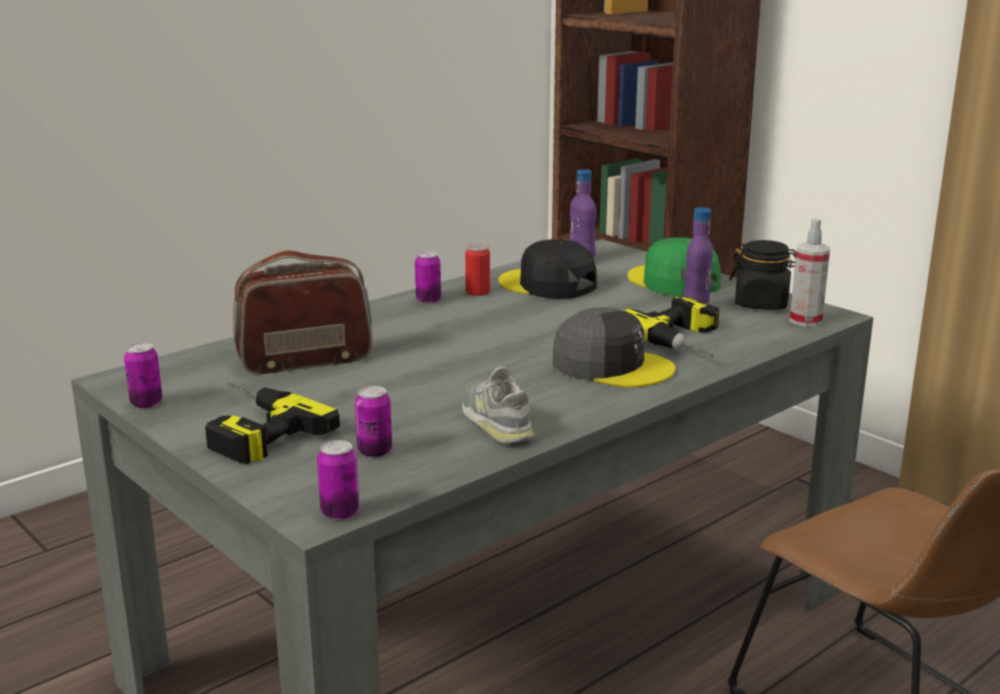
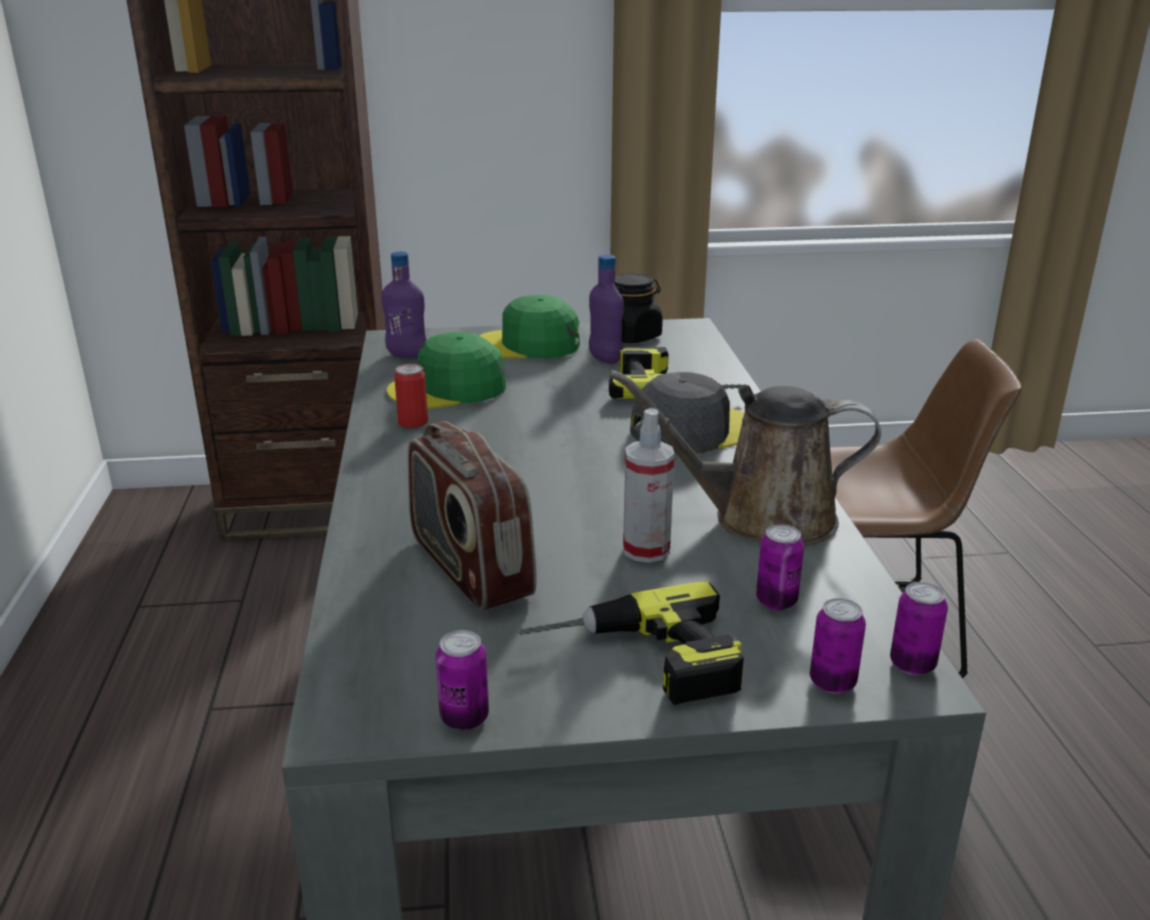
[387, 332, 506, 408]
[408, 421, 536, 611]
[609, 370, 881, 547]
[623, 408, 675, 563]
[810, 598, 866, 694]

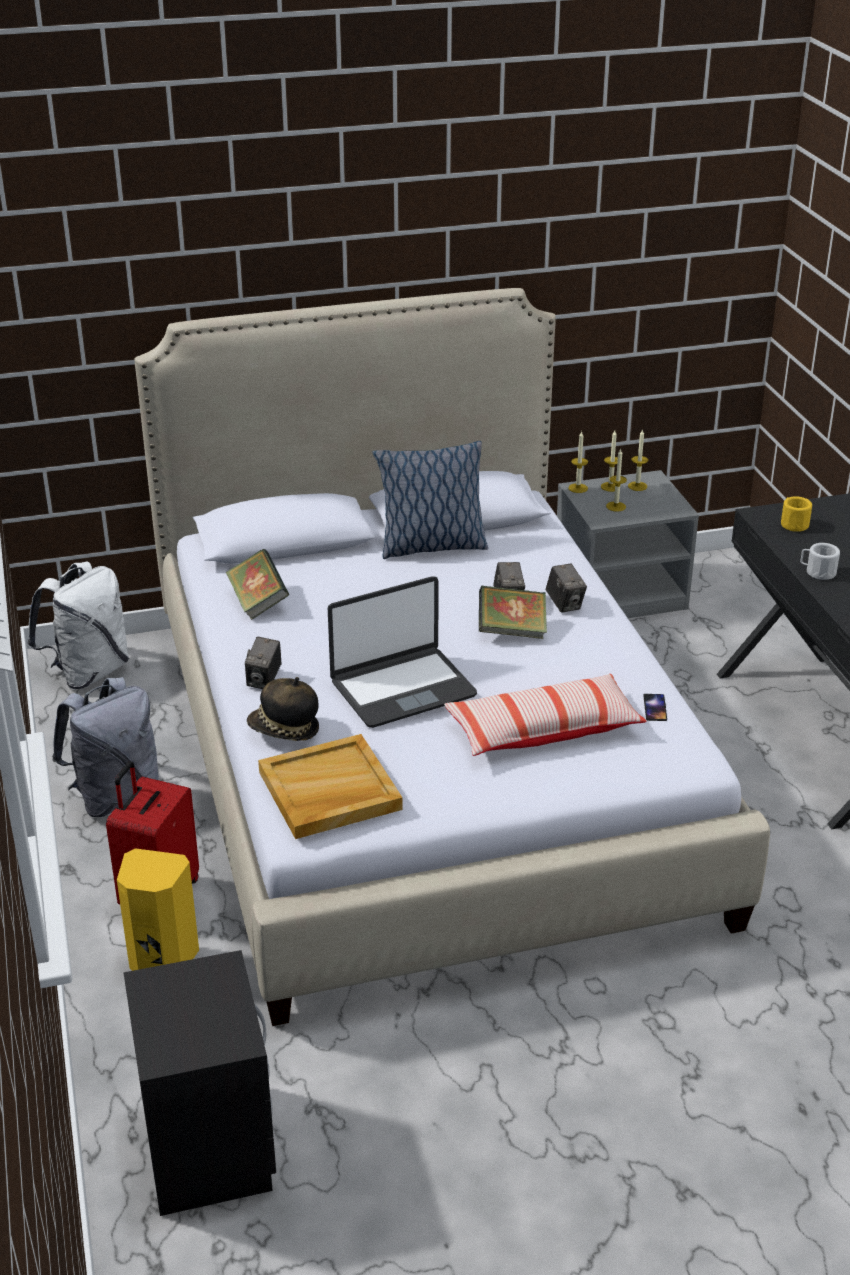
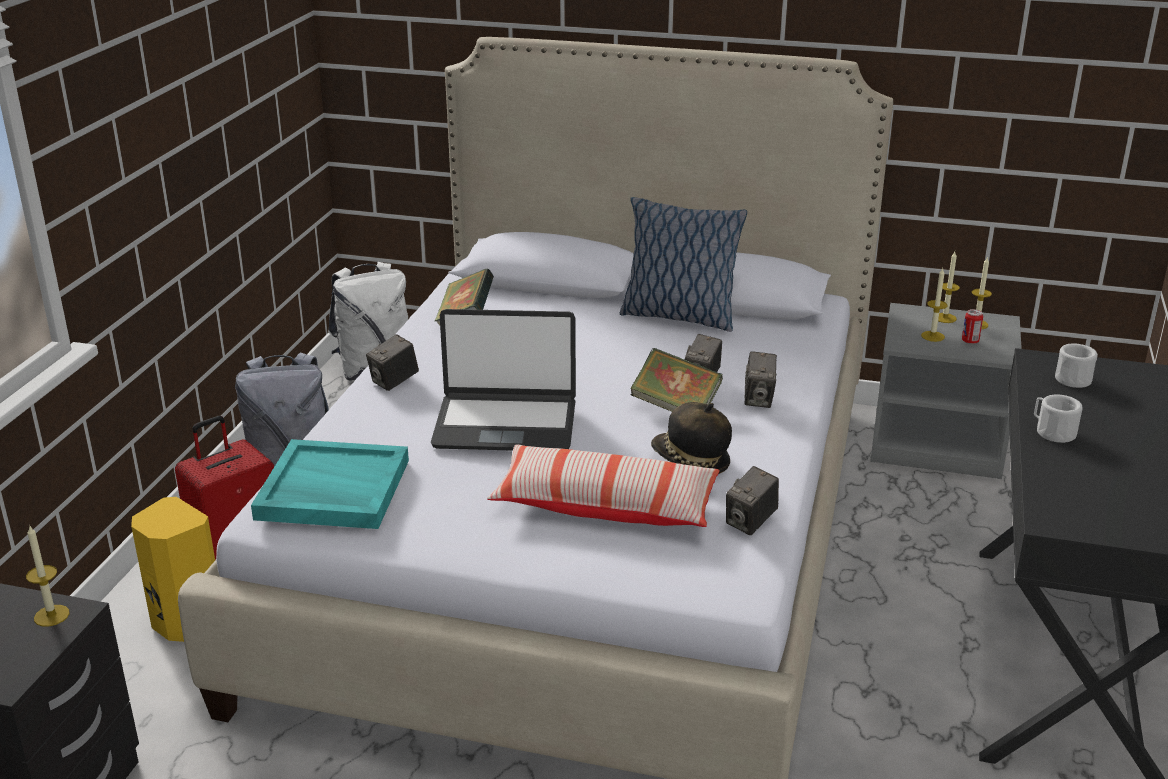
[26, 525, 70, 627]
[251, 439, 409, 529]
[651, 402, 732, 474]
[726, 466, 779, 536]
[962, 309, 983, 344]
[1055, 344, 1098, 388]

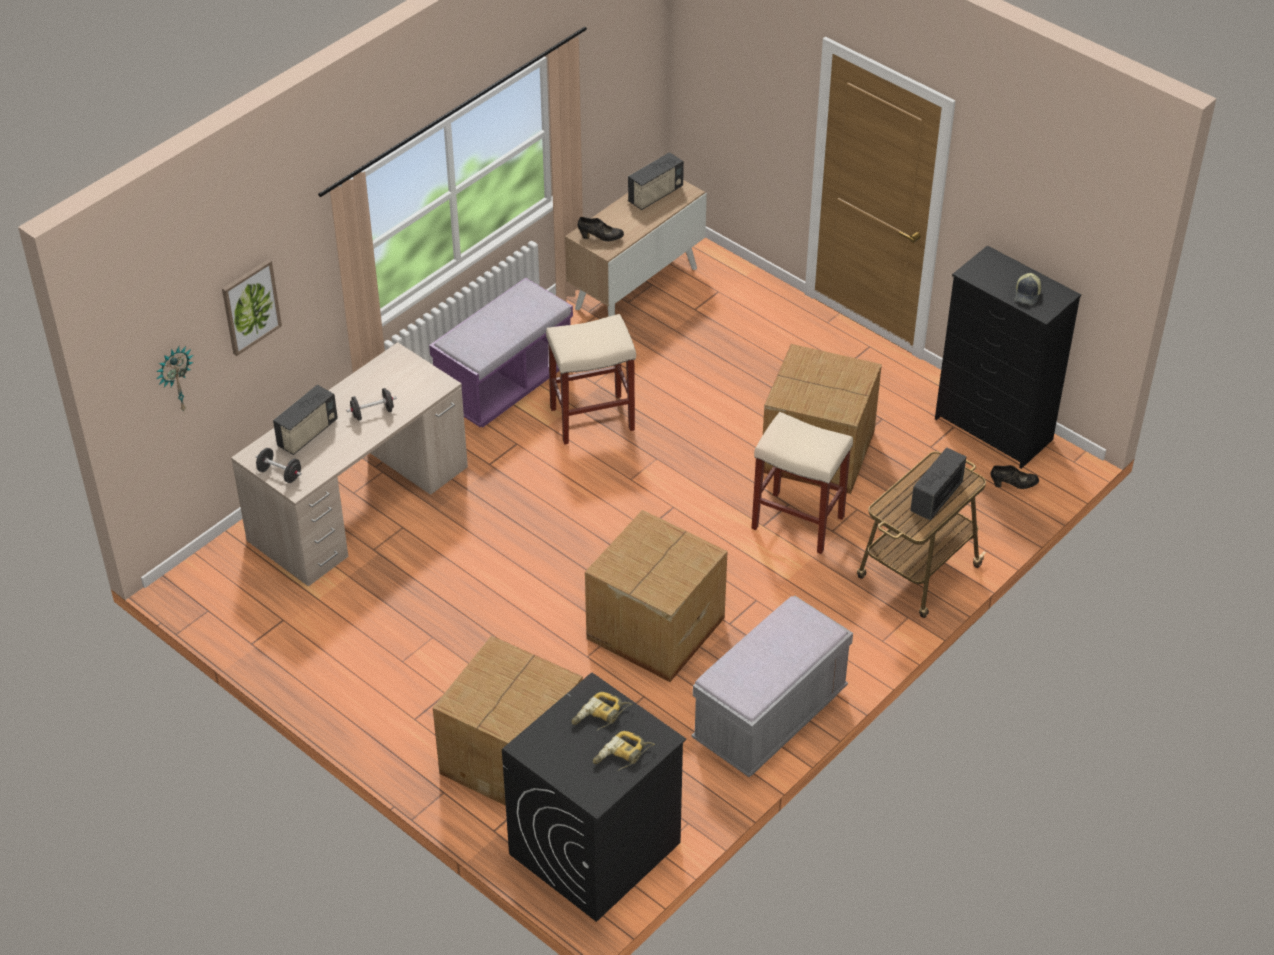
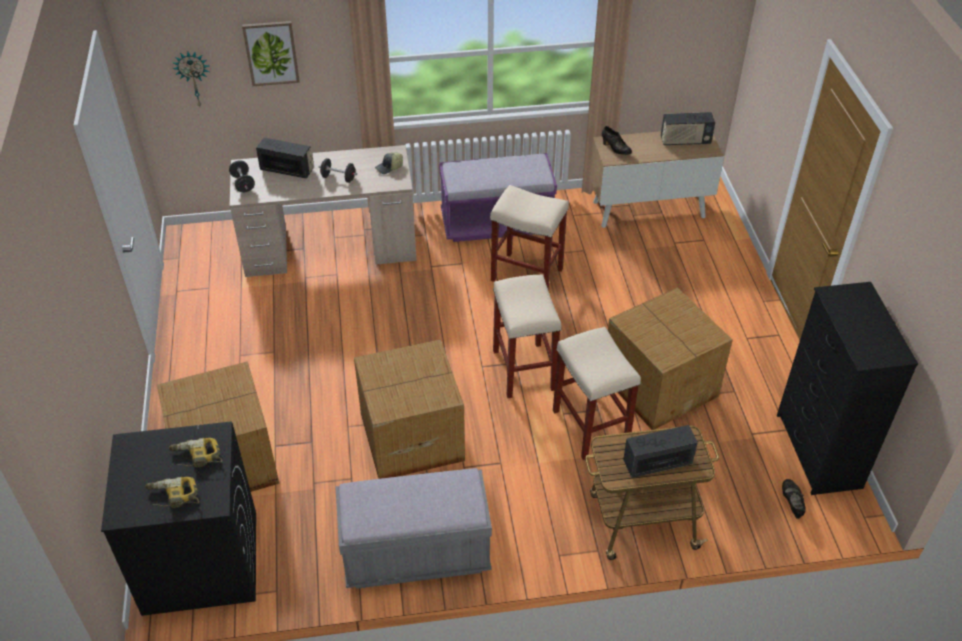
[256, 138, 314, 179]
[375, 153, 403, 174]
[493, 274, 562, 398]
[782, 479, 806, 519]

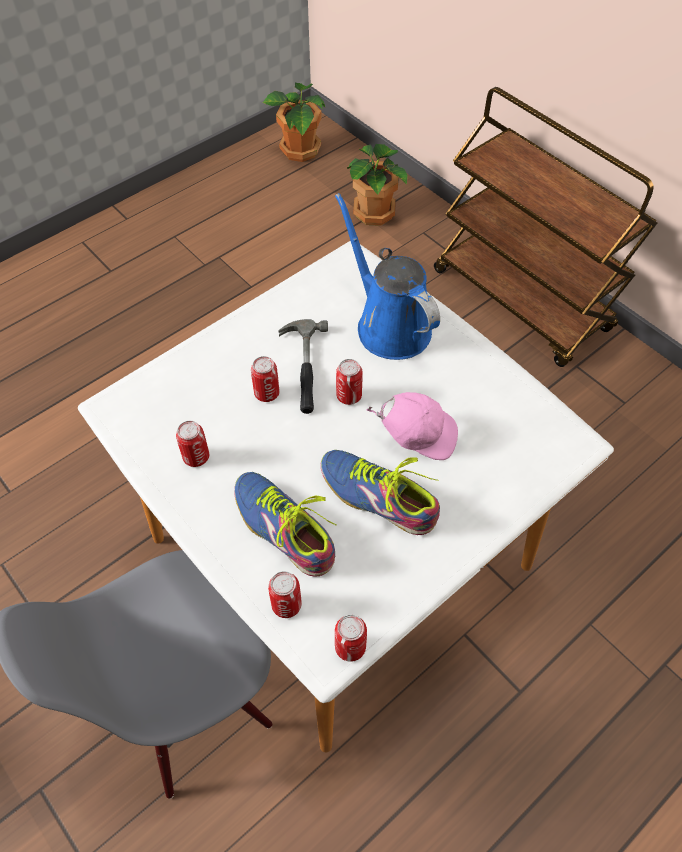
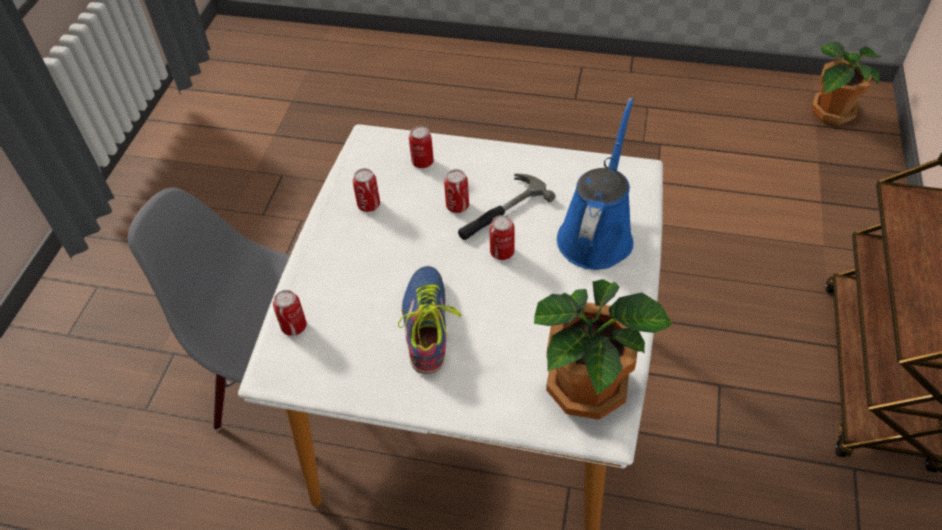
[409, 126, 434, 168]
[534, 279, 672, 419]
[234, 472, 336, 577] (first image)
[366, 392, 458, 460] (first image)

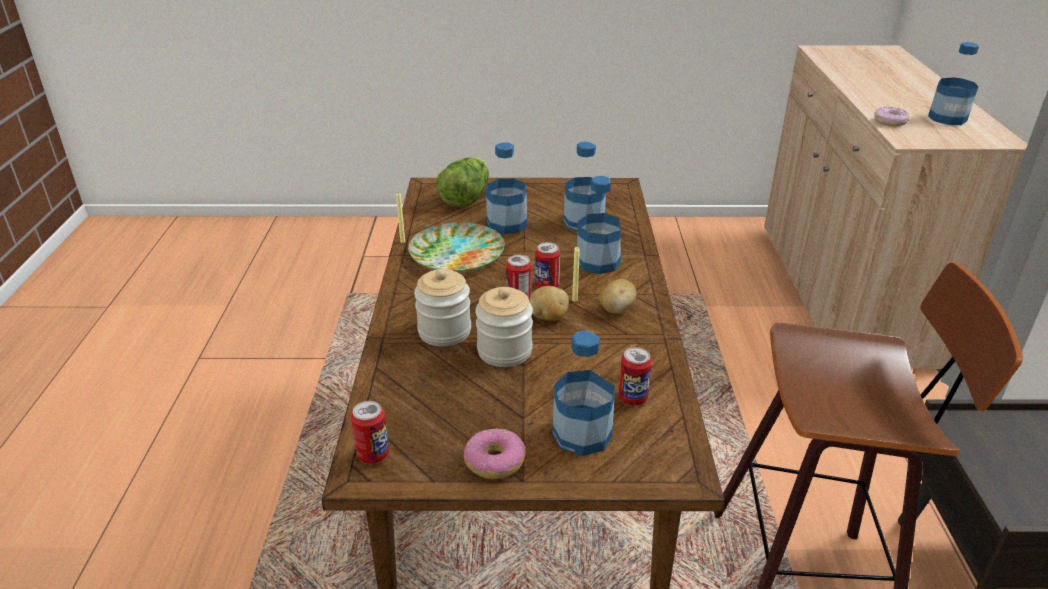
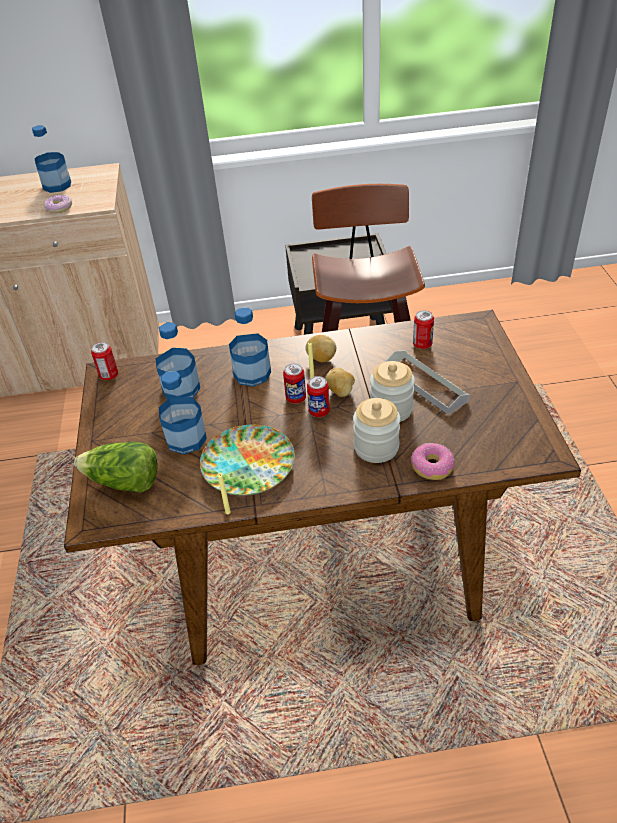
[91, 342, 118, 380]
[385, 350, 470, 415]
[411, 443, 455, 480]
[553, 330, 615, 456] (first image)

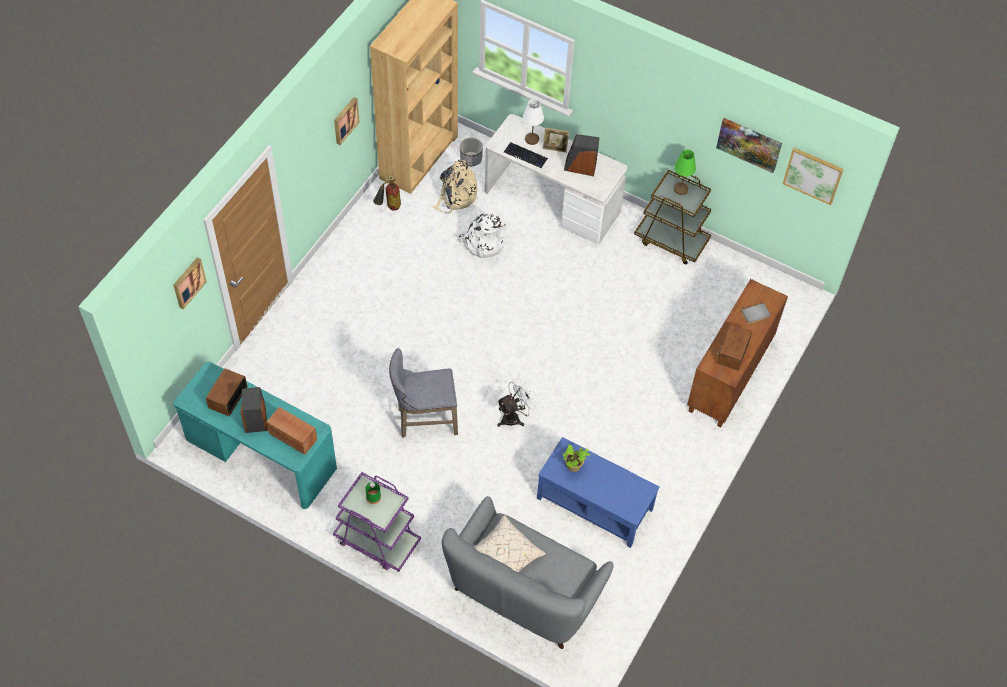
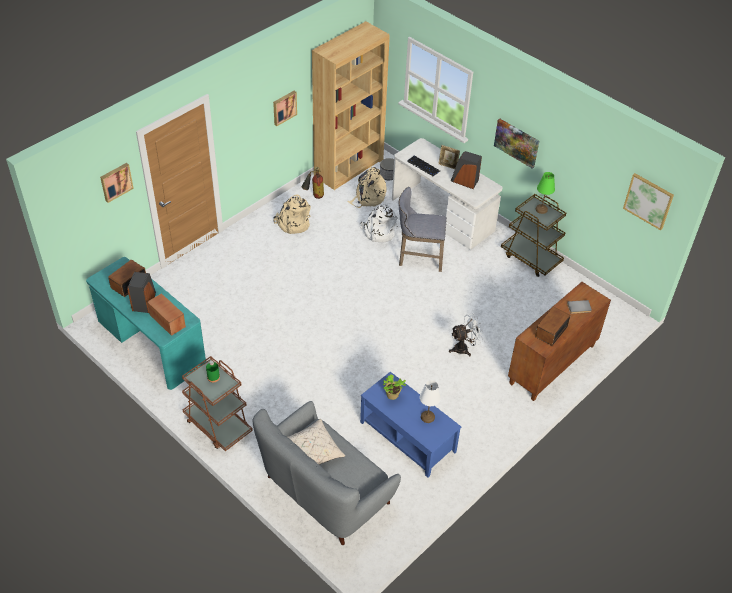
[182, 356, 253, 451]
[274, 195, 311, 234]
[398, 187, 447, 272]
[420, 380, 441, 423]
[449, 314, 483, 356]
[494, 118, 539, 169]

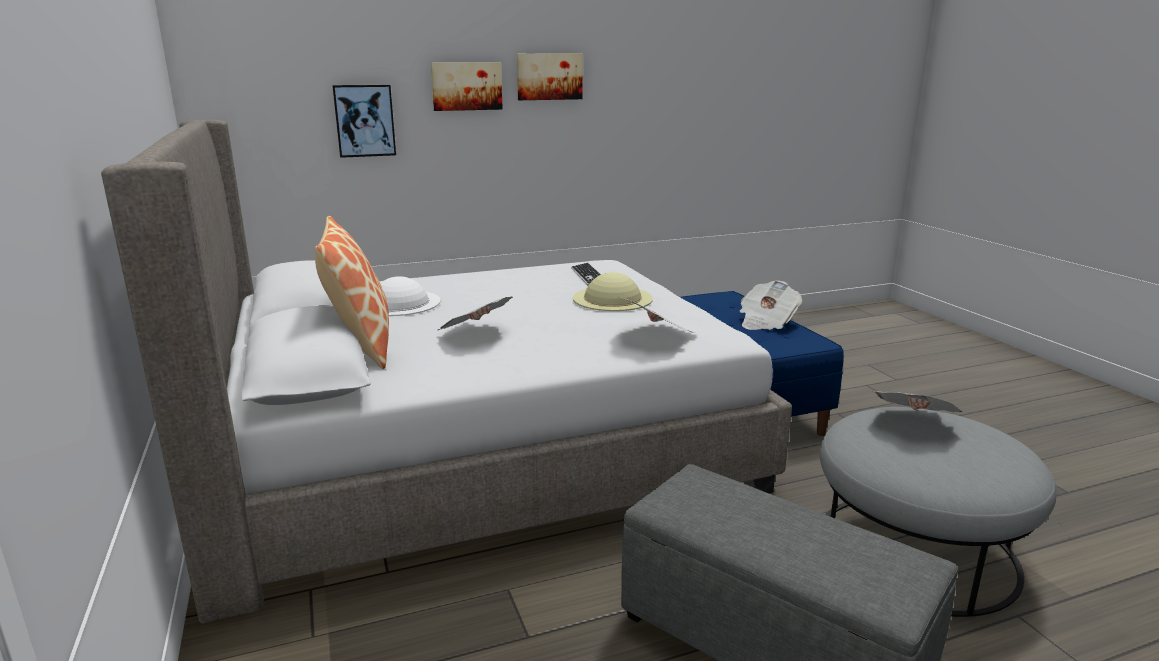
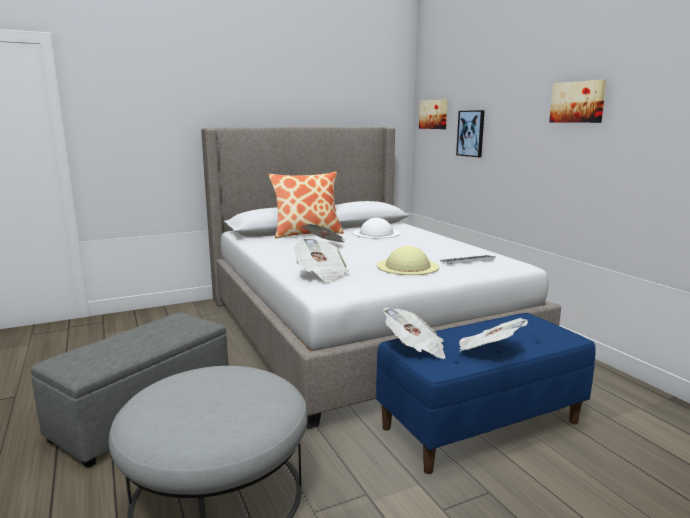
[383, 308, 445, 359]
[419, 100, 447, 129]

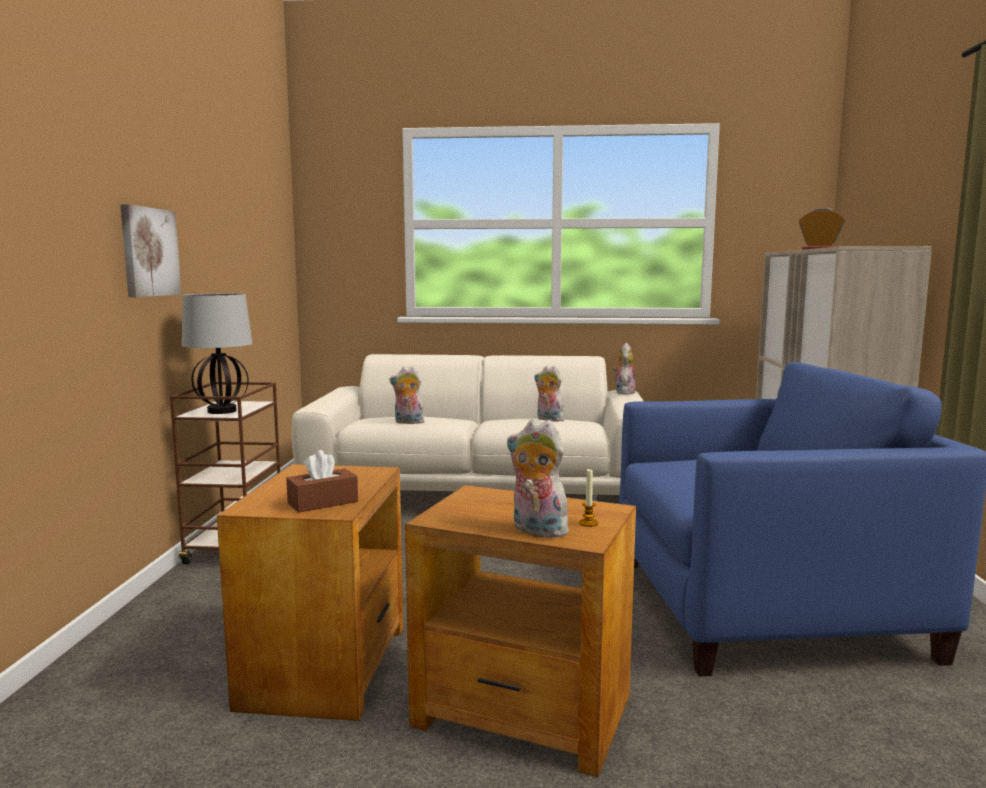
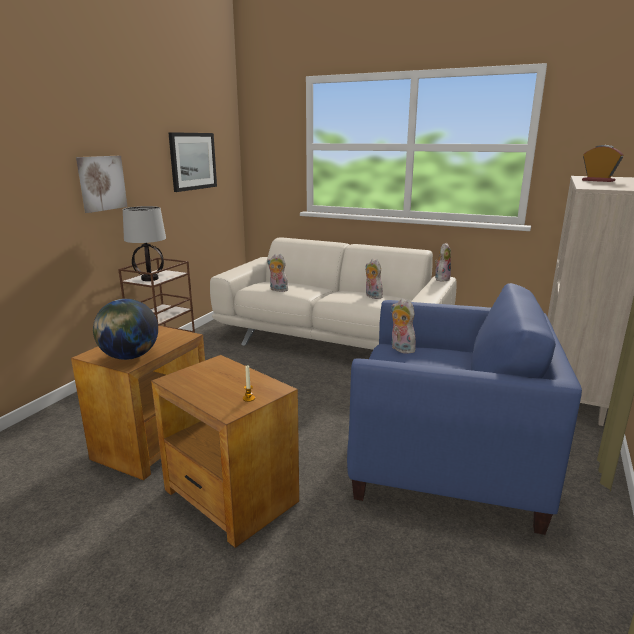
[93, 299, 158, 360]
[168, 132, 217, 192]
[391, 298, 419, 354]

